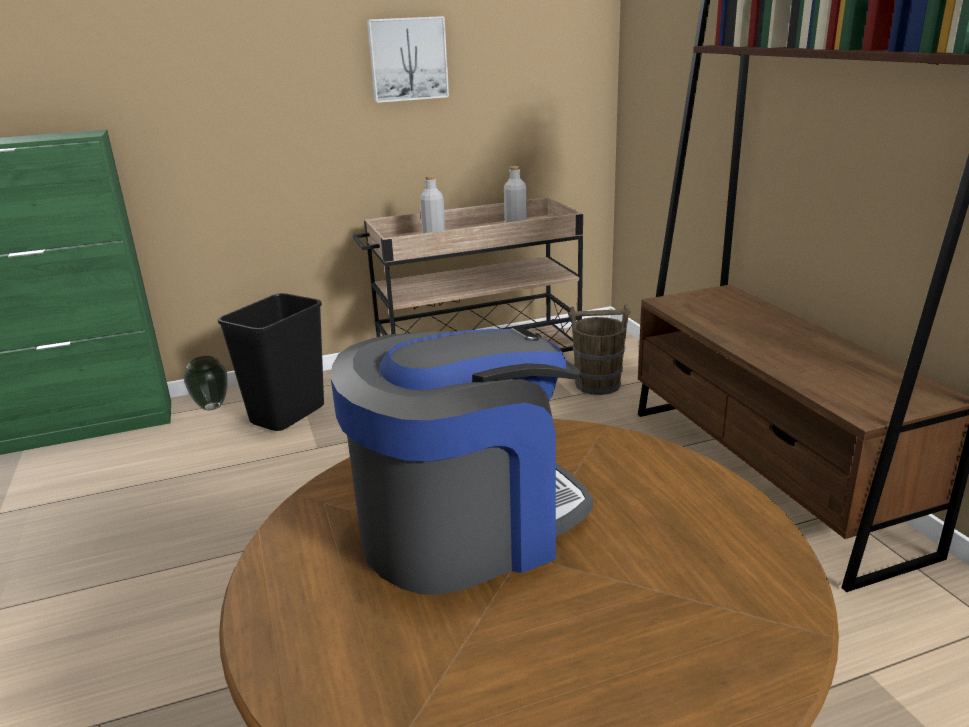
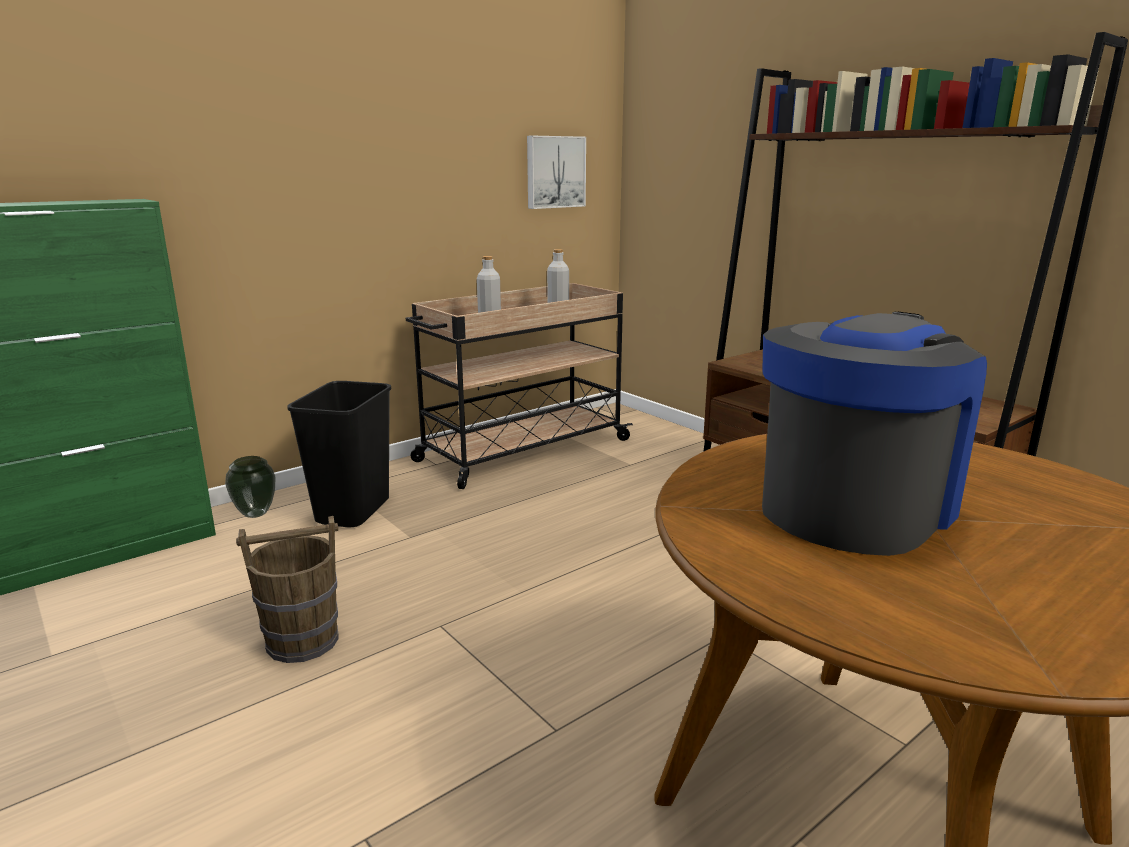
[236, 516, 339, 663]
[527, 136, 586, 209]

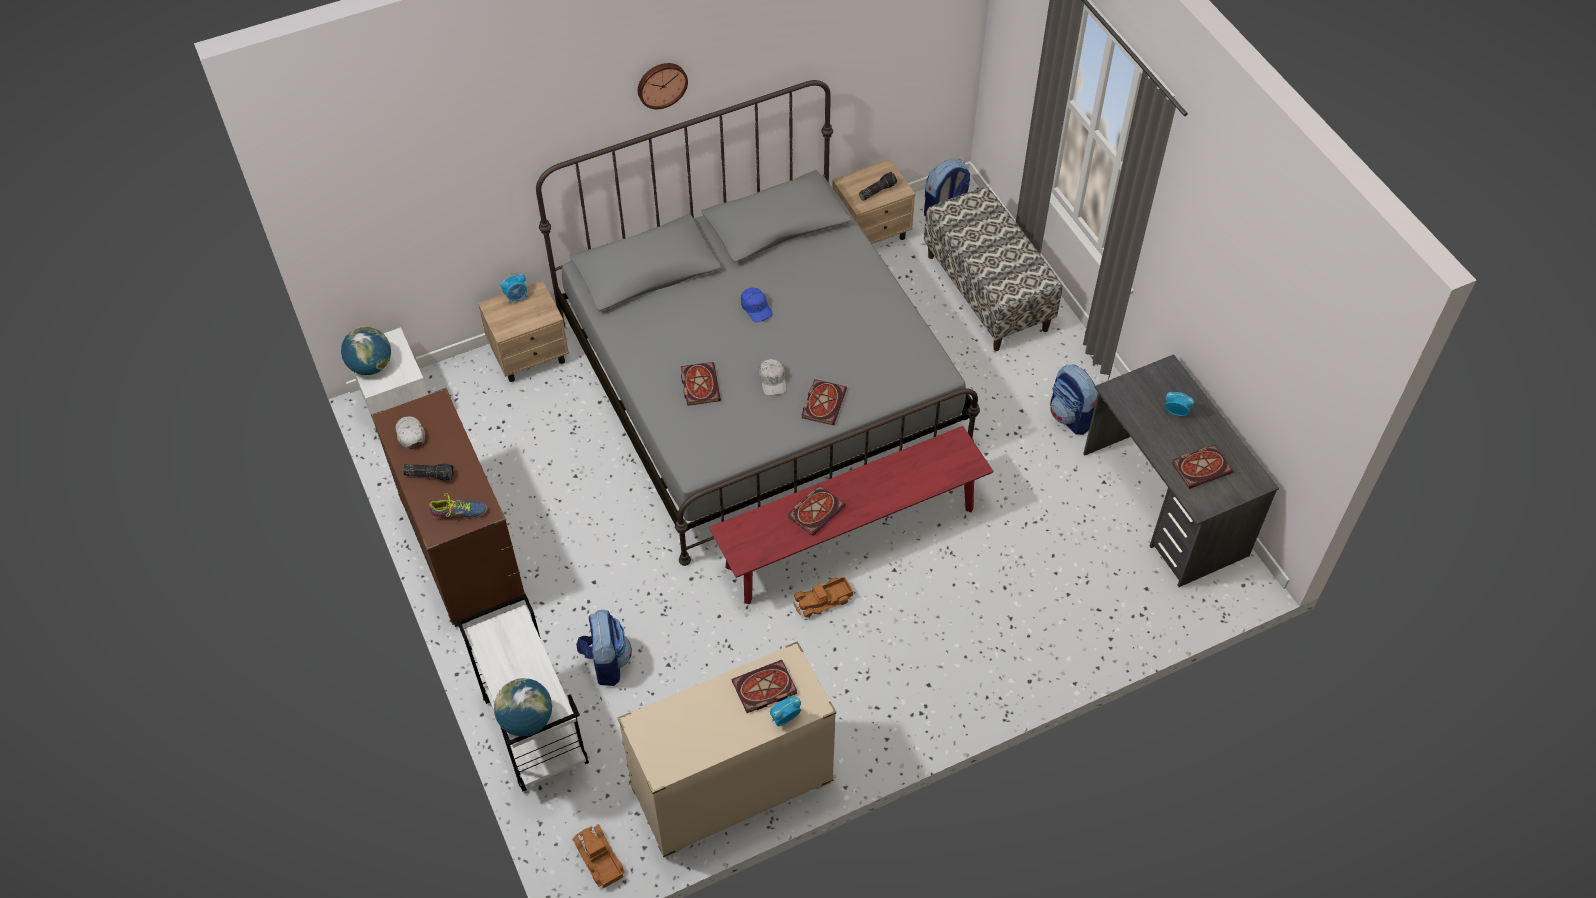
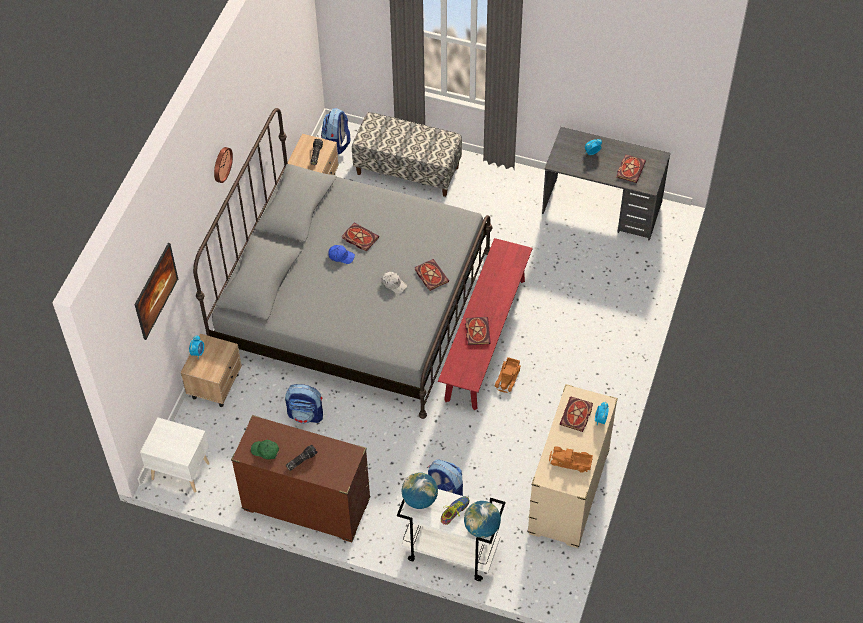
[134, 243, 178, 340]
[251, 440, 279, 459]
[285, 384, 323, 424]
[342, 223, 379, 252]
[402, 472, 438, 509]
[441, 496, 470, 525]
[549, 446, 593, 473]

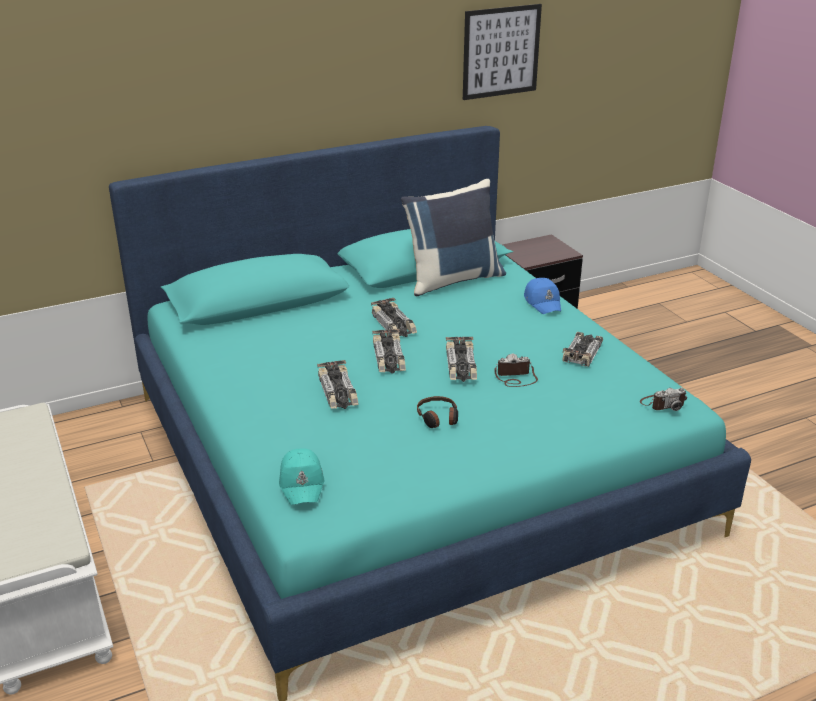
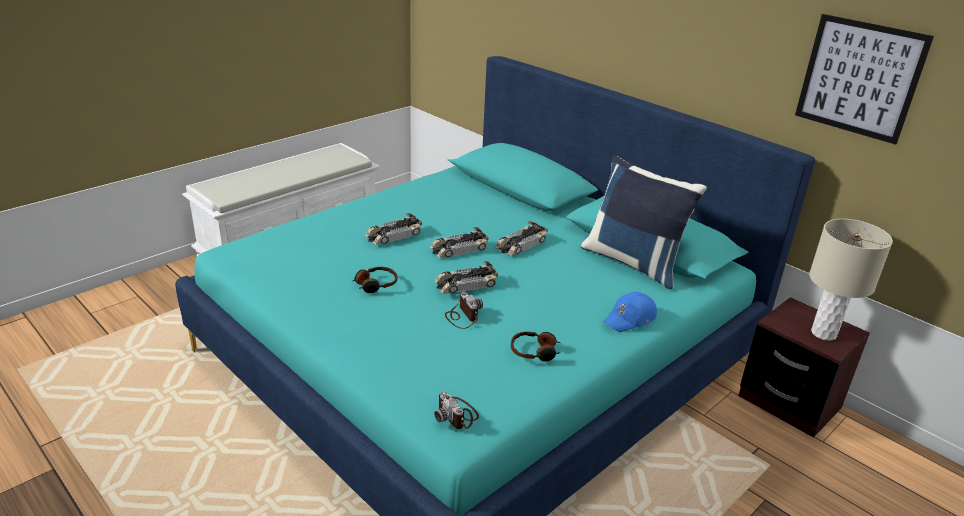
[511, 332, 560, 361]
[809, 219, 893, 341]
[279, 448, 324, 505] (first image)

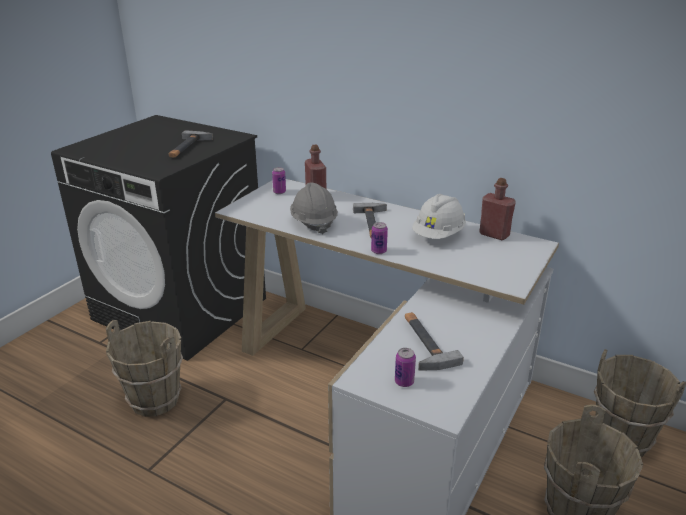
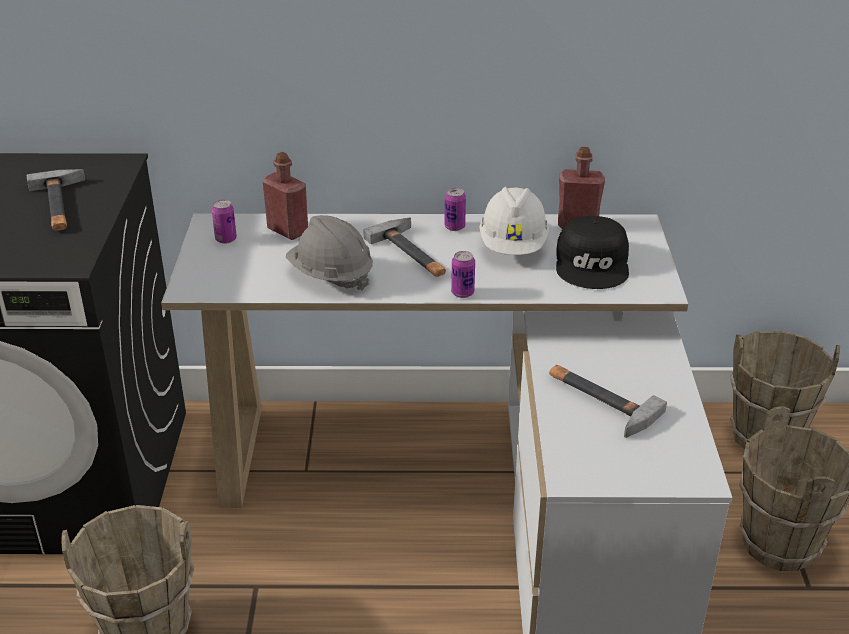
[444, 188, 466, 231]
[556, 216, 629, 289]

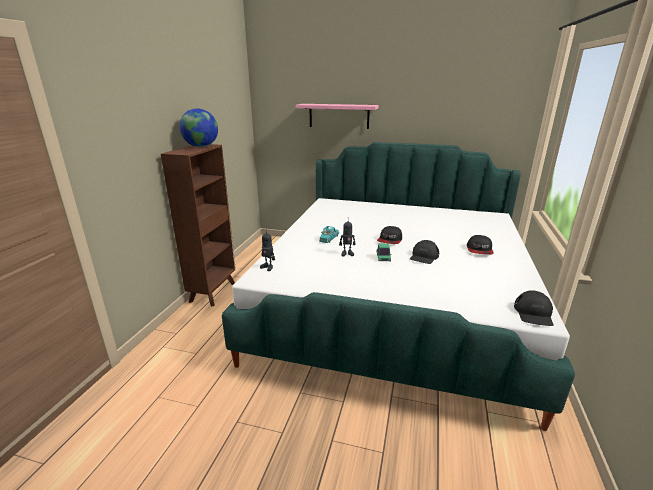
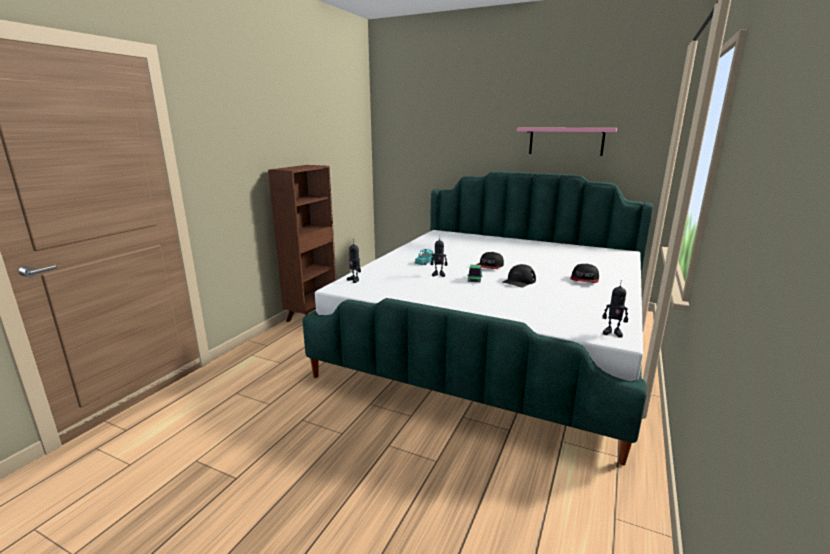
[517, 127, 617, 156]
[602, 280, 628, 338]
[179, 108, 218, 147] (first image)

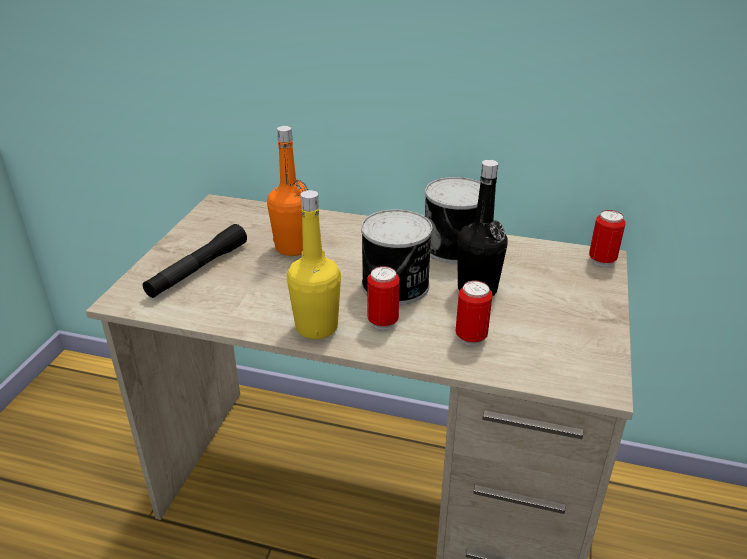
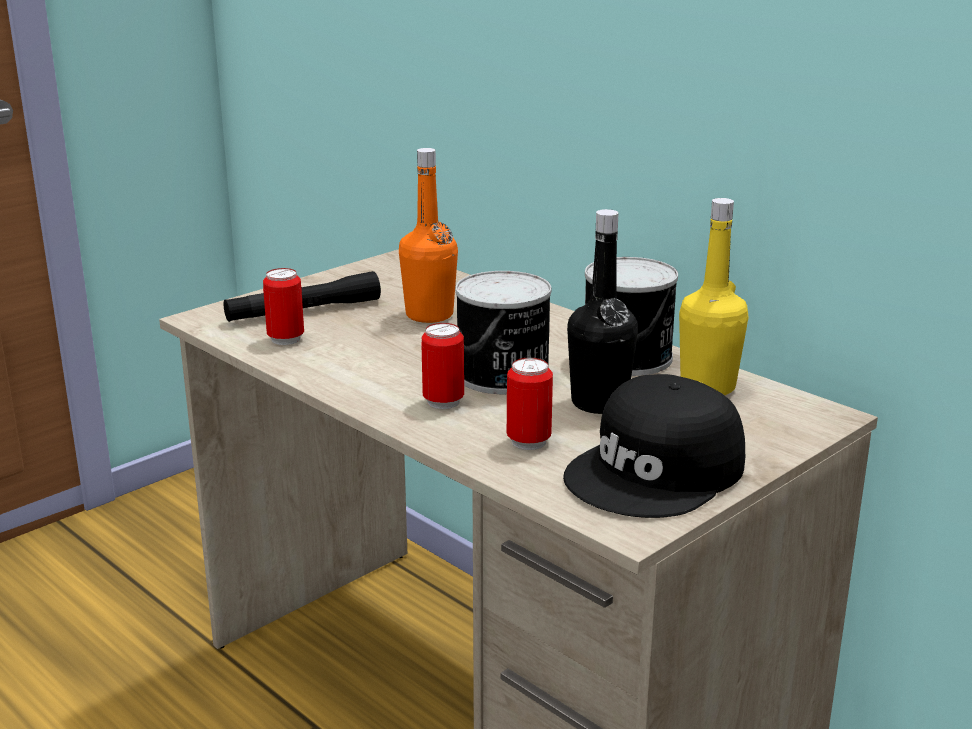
[263, 268, 304, 345]
[563, 374, 745, 518]
[679, 198, 749, 395]

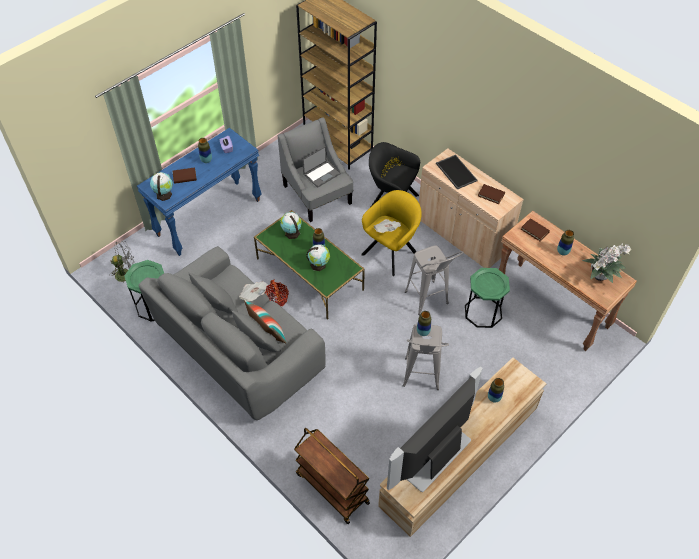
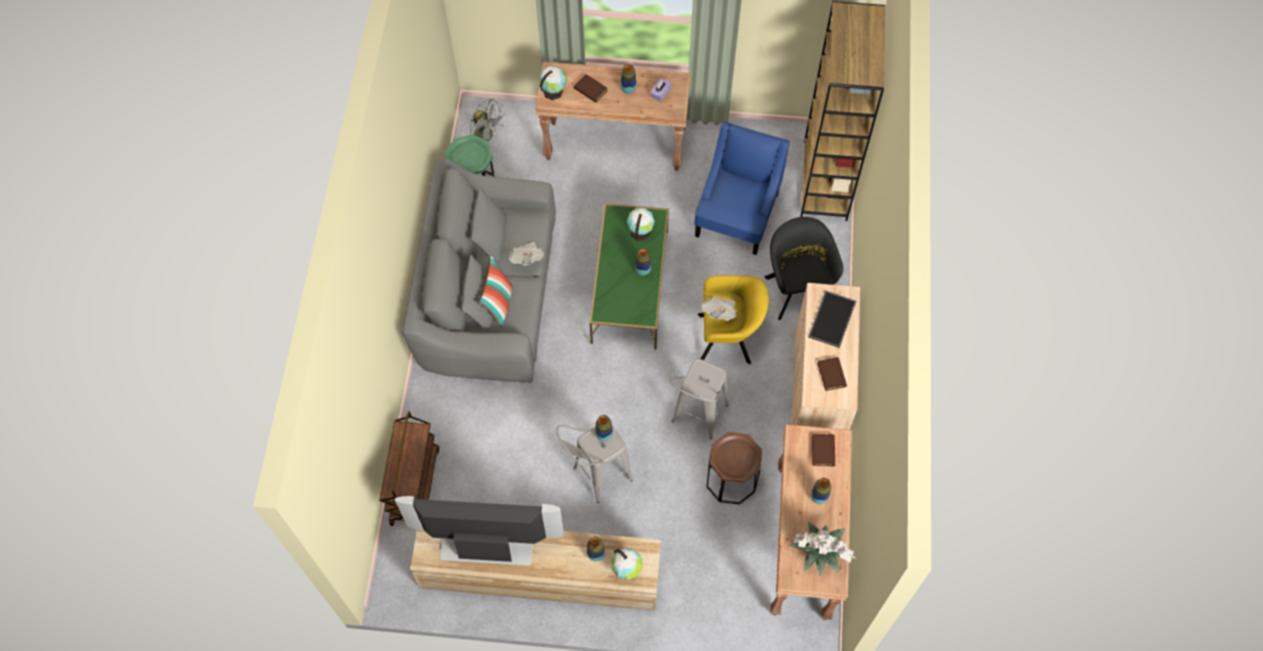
[536, 62, 691, 171]
[612, 548, 642, 580]
[694, 122, 790, 255]
[706, 432, 762, 504]
[265, 280, 289, 306] (first image)
[302, 146, 341, 188] (first image)

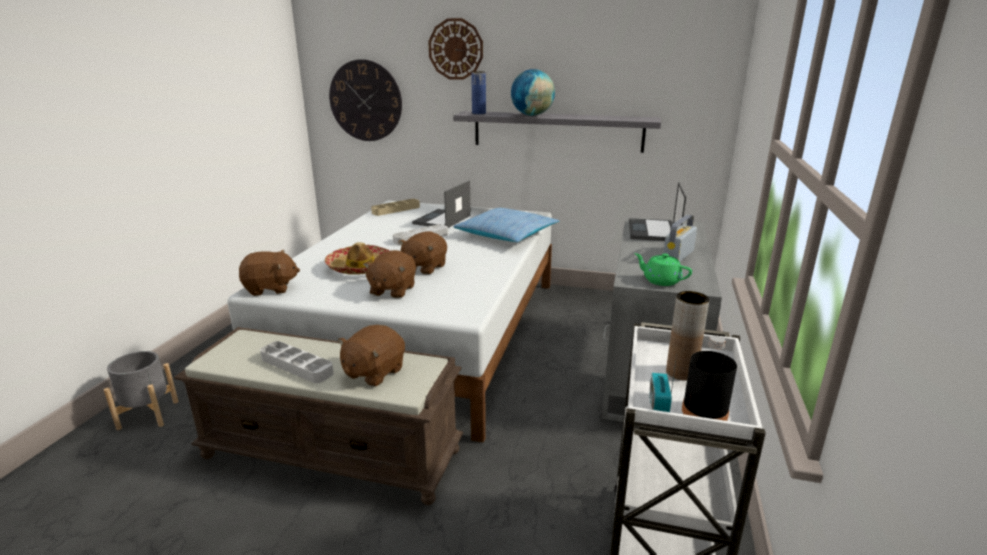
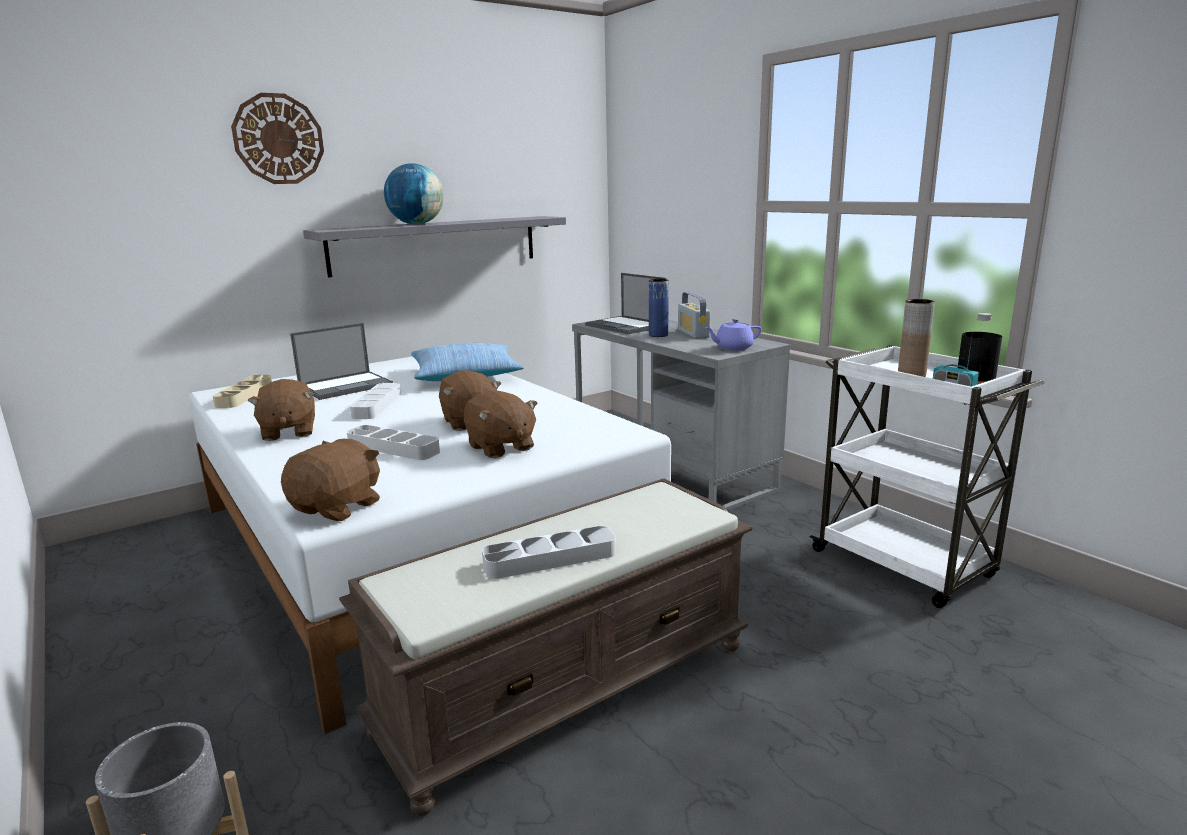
[248, 379, 315, 441]
[290, 323, 393, 400]
[347, 425, 440, 460]
[649, 279, 669, 337]
[705, 319, 761, 351]
[329, 59, 402, 141] (first image)

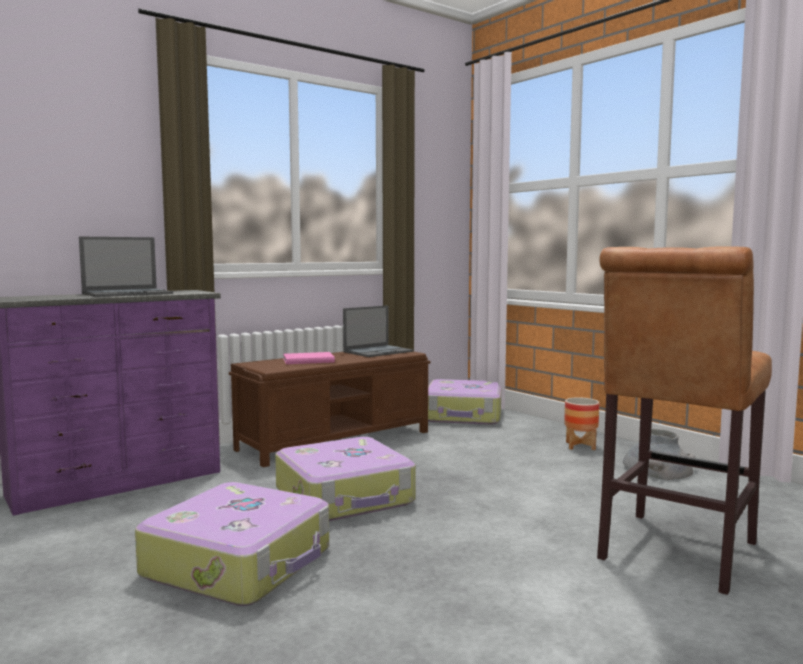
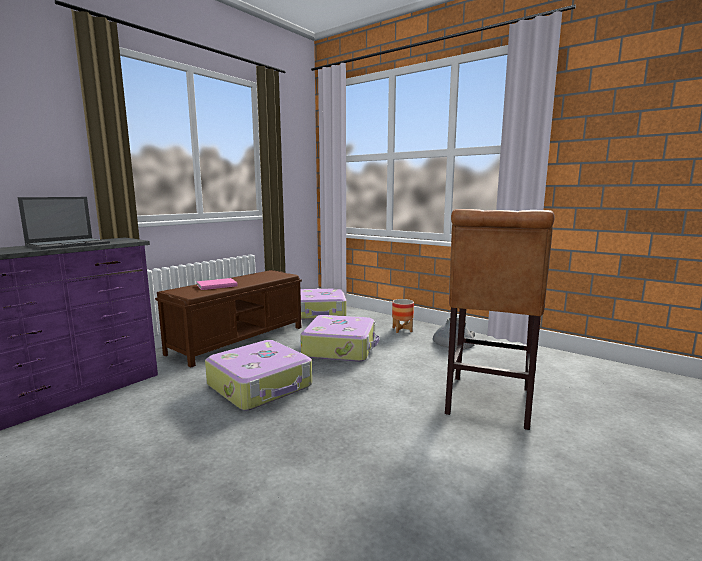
[300, 315, 379, 362]
[343, 305, 414, 357] (first image)

